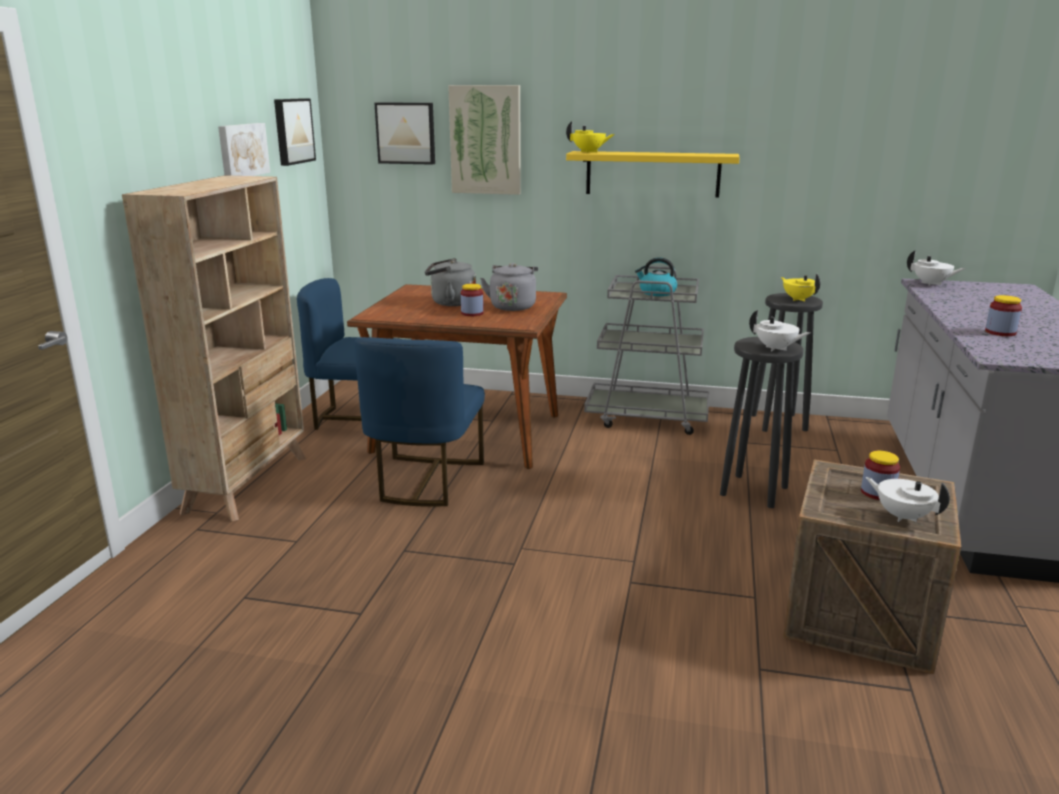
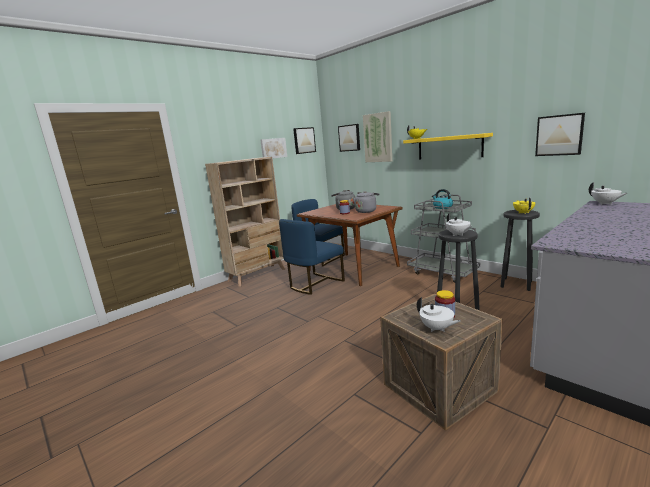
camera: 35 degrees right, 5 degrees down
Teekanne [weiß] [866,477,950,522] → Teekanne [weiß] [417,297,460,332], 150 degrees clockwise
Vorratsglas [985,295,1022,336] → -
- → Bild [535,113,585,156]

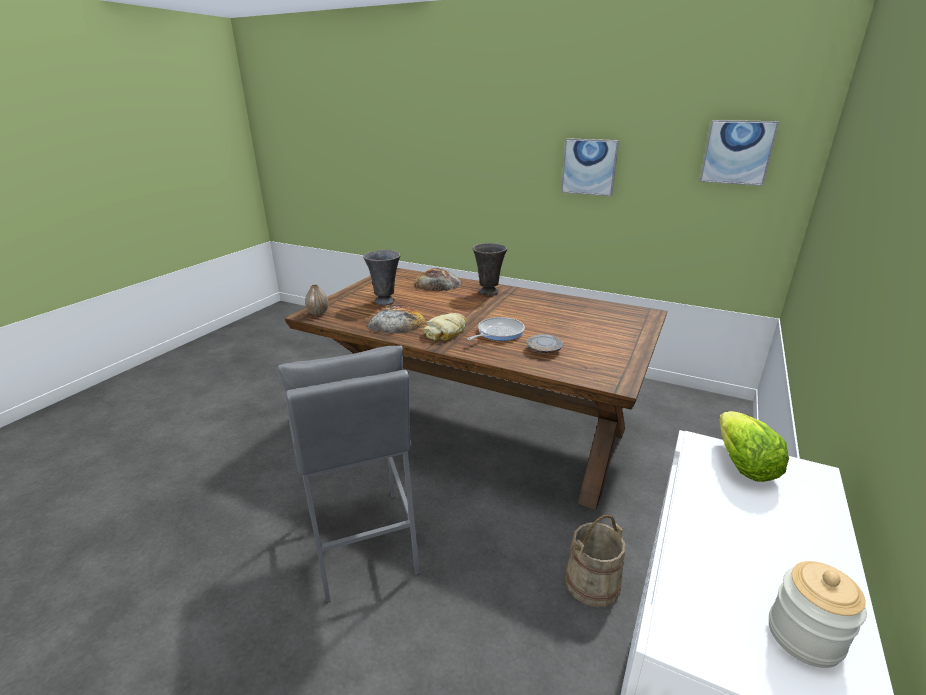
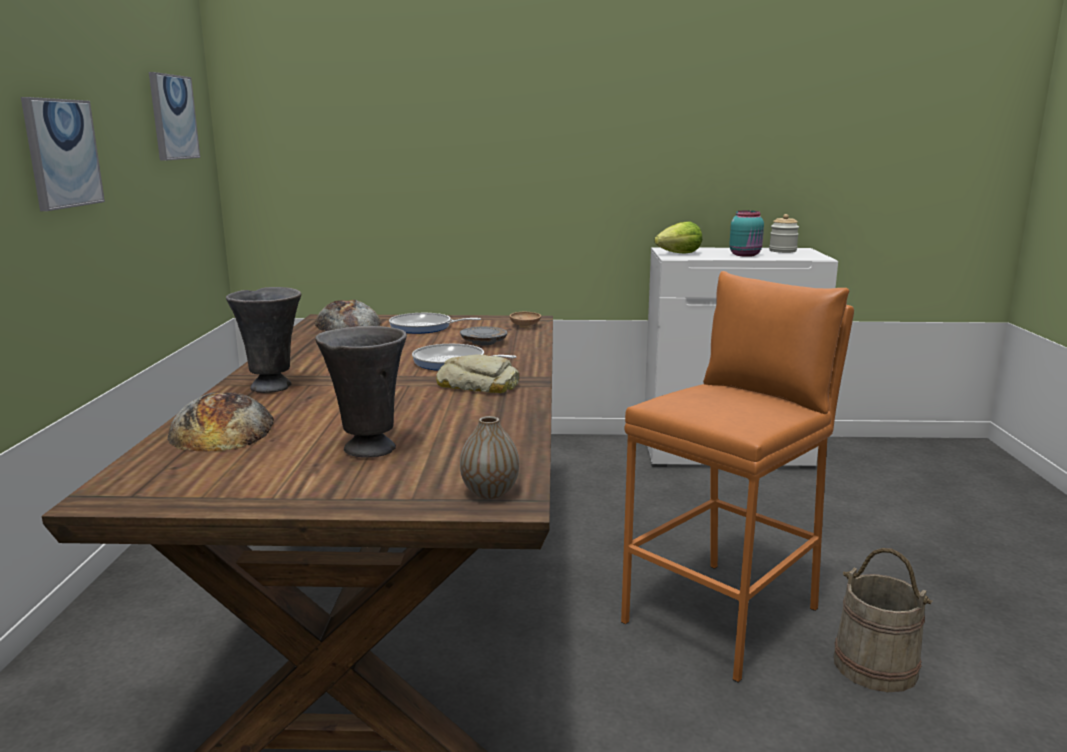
camera: 115 degrees left, 10 degrees down
Hocker [grau] [278,346,420,603] → Hocker [orange] [621,271,854,682]
Brot [367,305,425,334] → Brot [315,300,382,331], shifted
Eimer [beige] [565,515,625,607] → Eimer [beige] [834,548,932,692], shifted
- → Pfanne [389,313,481,334]
- → Schüssel [braun] [510,312,541,328]
- → Vorratsglas [türkis] [729,211,764,257]

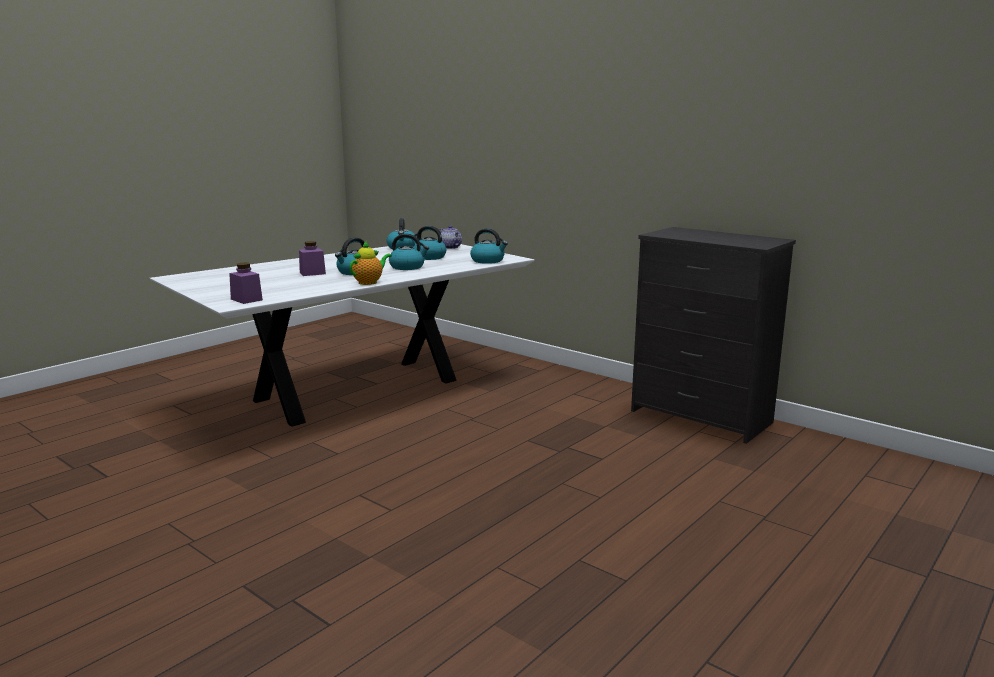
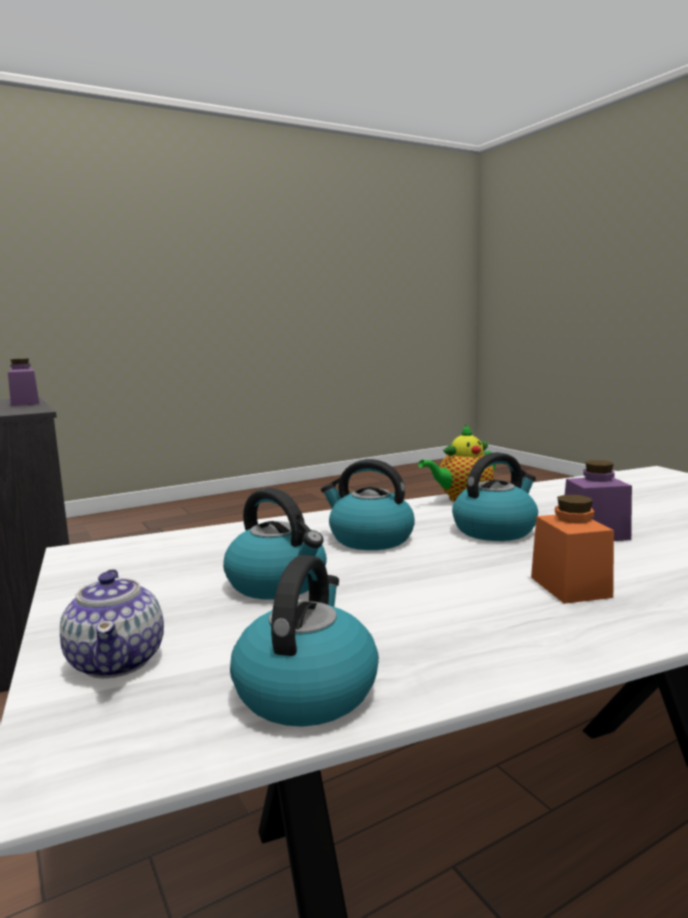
camera: 160 degrees left, 5 degrees down
Vorratsglas [lila] [229,262,263,304] → Vorratsglas [lila] [8,359,39,406], shifted
Wasserkessel [470,228,508,264] → -
- → Vorratsglas [orange] [531,495,614,604]

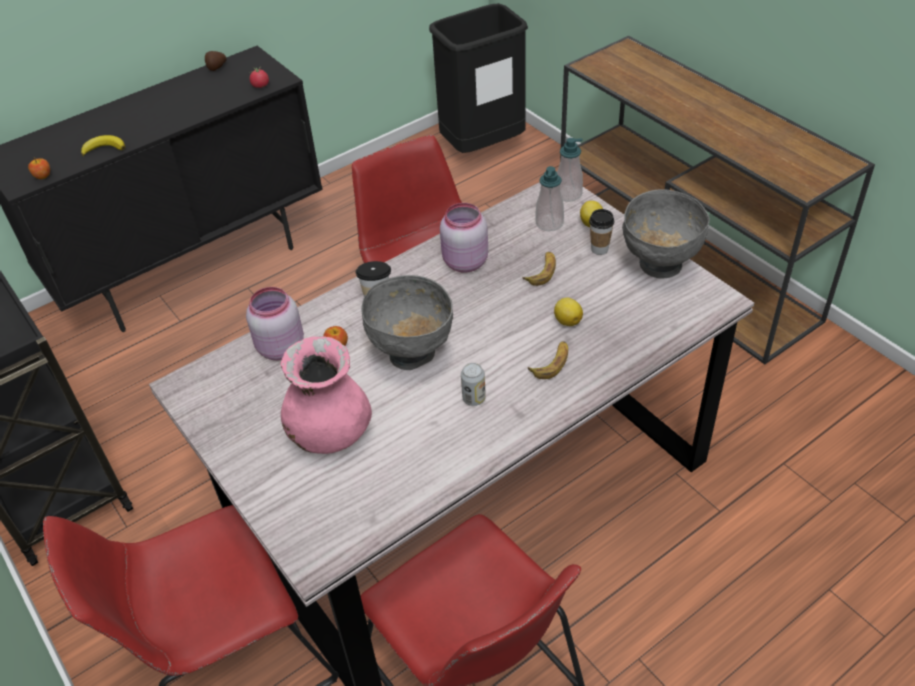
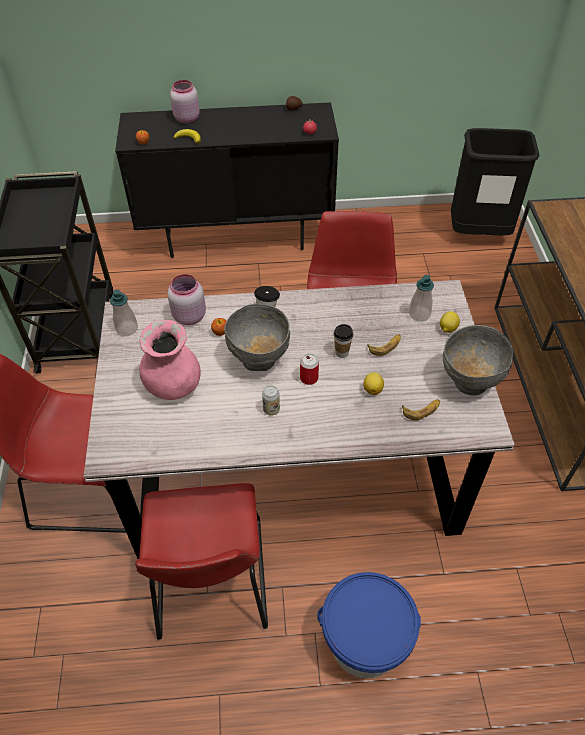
camera: 30 degrees right, 5 degrees up
Vorratsglas [rosa] [440,203,488,272] → Vorratsglas [rosa] [170,80,200,123], shifted
Banane [528,342,568,379] → Banane [402,399,440,420], shifted
Seifenspender [557,138,583,202] → Seifenspender [110,289,138,336], shifted
Tasse [589,209,614,255] → Tasse [334,324,353,358], shifted
- → Dose [300,353,319,385]
- → Eimer [blau] [317,572,421,679]

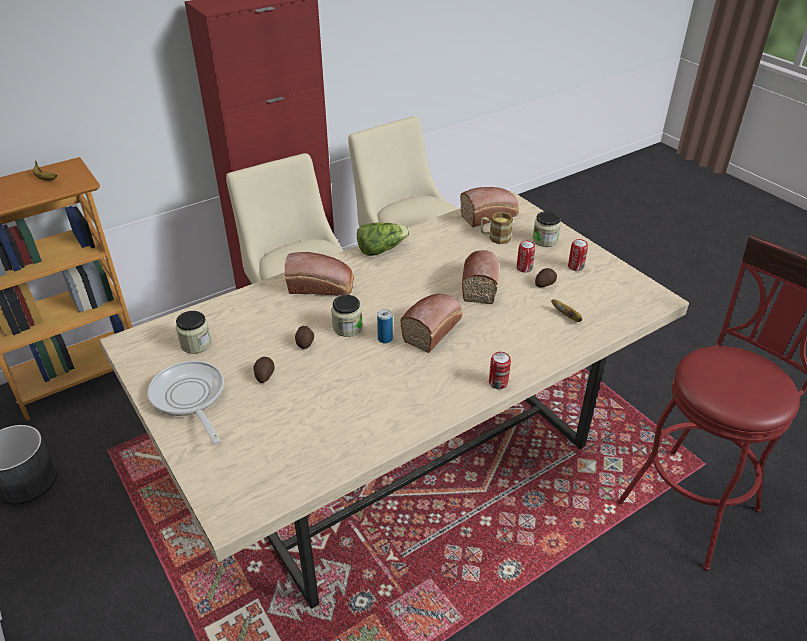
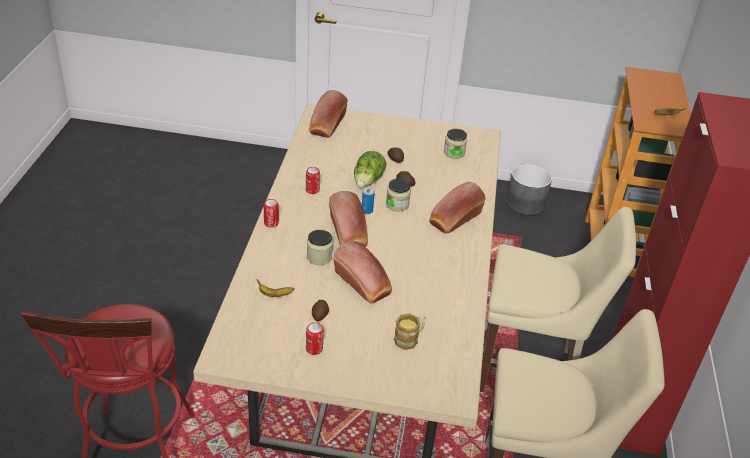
camera: 130 degrees right, 0 degrees up
Pfanne [148,361,224,444] → -
Salatkopf [357,223,410,256] → Salatkopf [354,151,387,187], shifted
Brot [460,187,519,227] → Brot [309,90,348,138], shifted
Dose [517,241,535,273] → Dose [306,167,320,194], shifted
Vorratsglas [533,211,561,247] → Vorratsglas [307,230,333,265], shifted

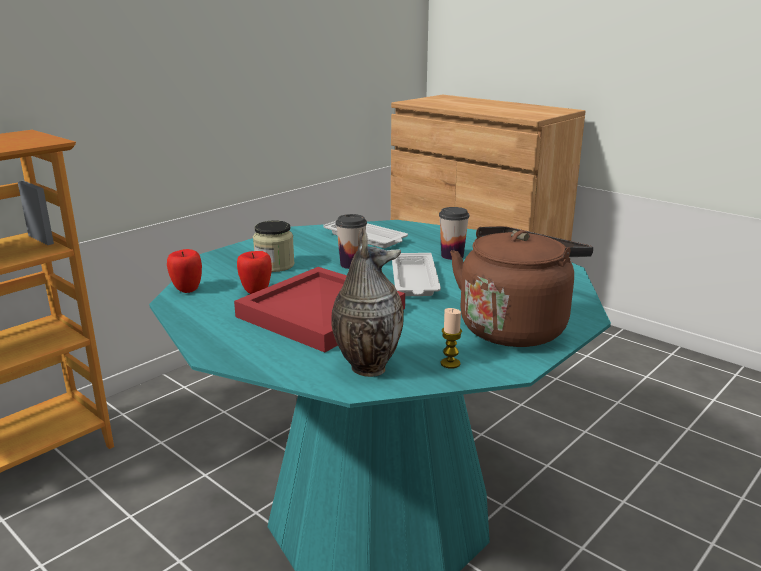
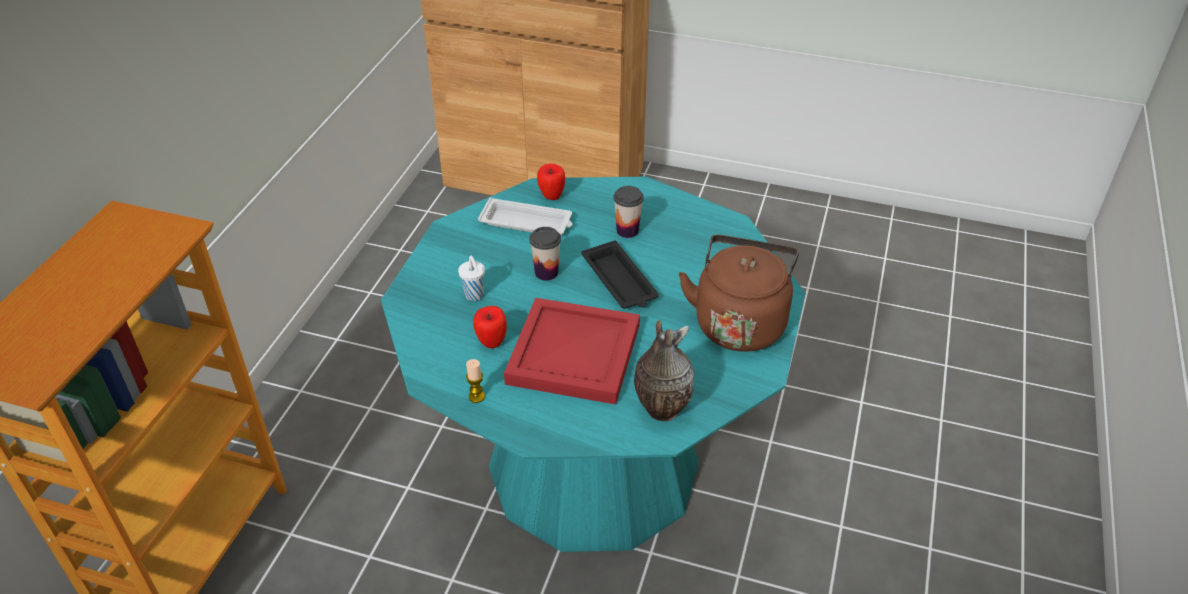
camera: 25 degrees left, 20 degrees up
Apfel [167,249,202,293] → Apfel [537,163,565,200], shifted
Vorratsglas [253,220,295,272] → Tasse [weiß] [458,256,485,301]
Tablett [weiß] [392,253,441,296] → Tablett [schwarz] [582,240,659,309]
Kerze [441,308,462,369] → Kerze [466,359,485,403], shifted

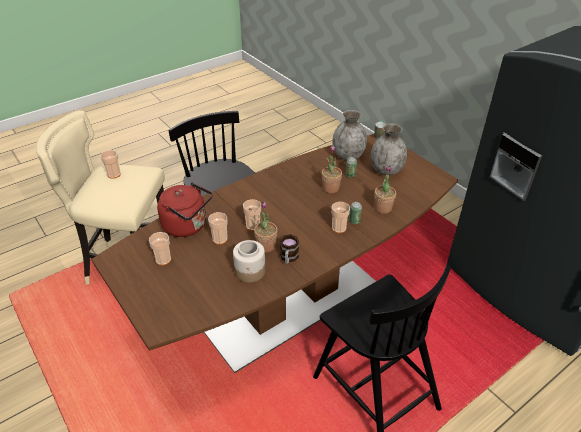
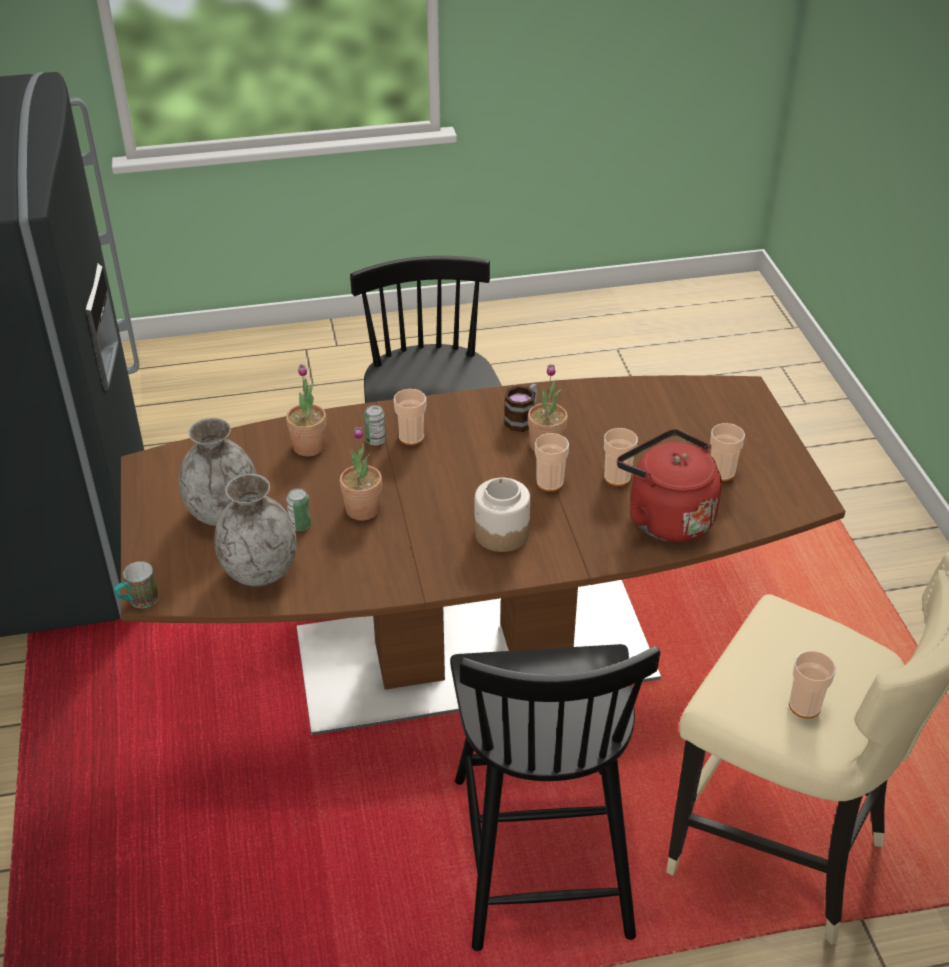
camera: 155 degrees left, 0 degrees up
Vorratsglas [233,240,265,283] → Vorratsglas [475,478,530,552], shifted

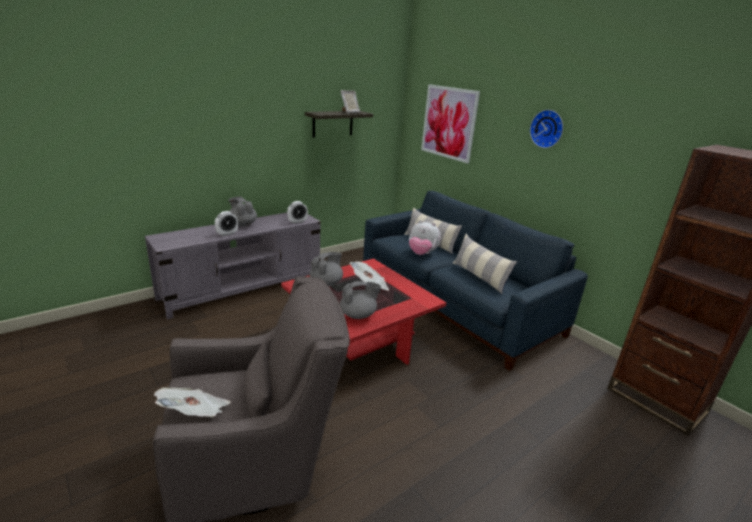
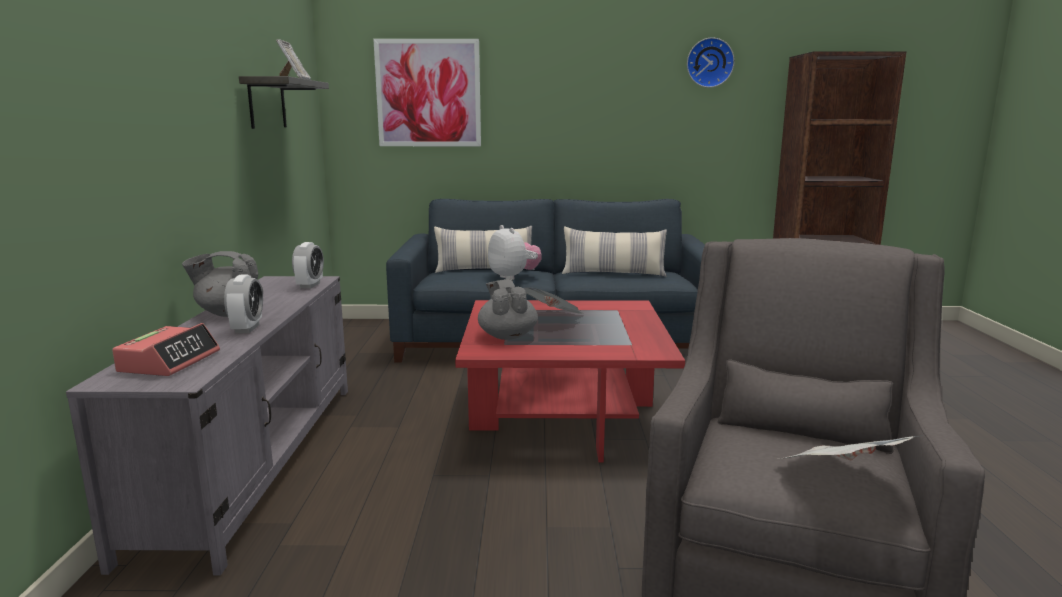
camera: 50 degrees left, 10 degrees down
Teekanne [grau] [340,281,381,319] → -
Plüschtier [409,220,441,255] → Plüschtier [488,225,542,280], 90 degrees counterclockwise
Wanduhr [530,110,563,148] → Wanduhr [687,37,735,88], shifted
- → Wecker [112,323,220,376]

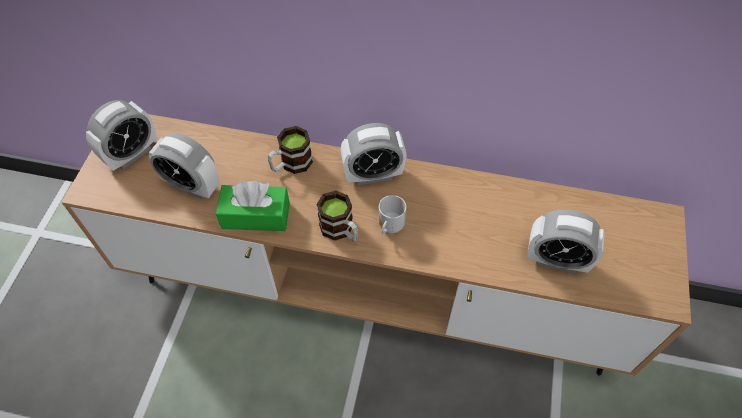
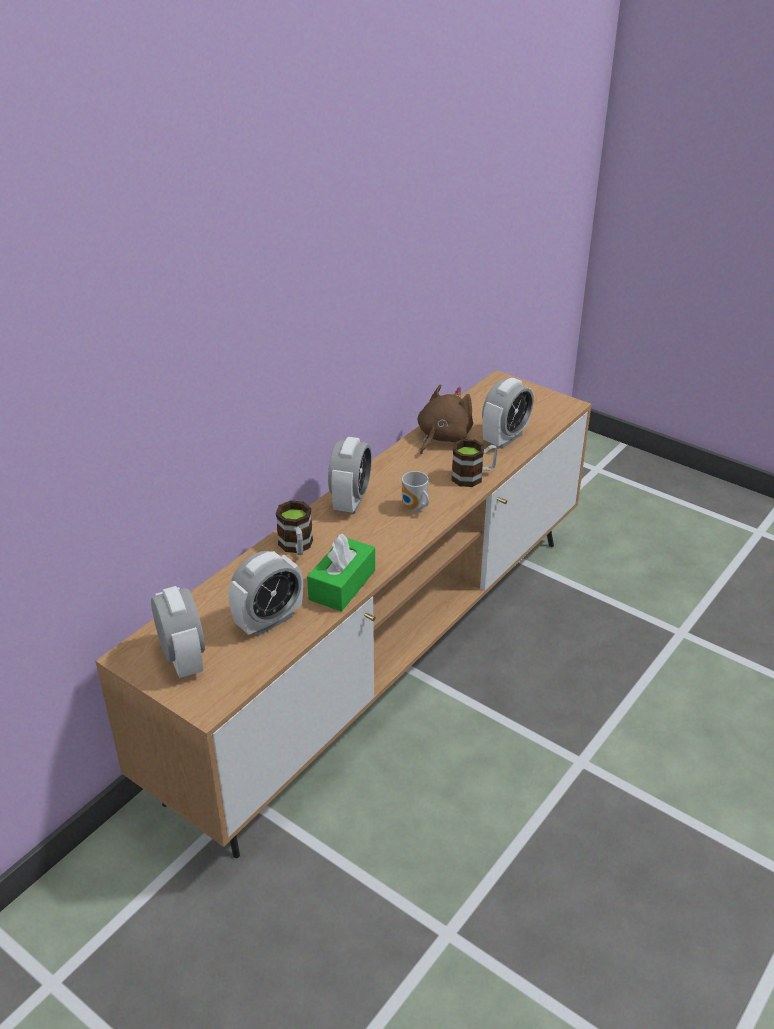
camera: 65 degrees left, 20 degrees down
Henkelbecher [316,191,358,242] → Henkelbecher [451,439,498,487], shifted
- → Plüschtier [braun] [418,385,473,454]

